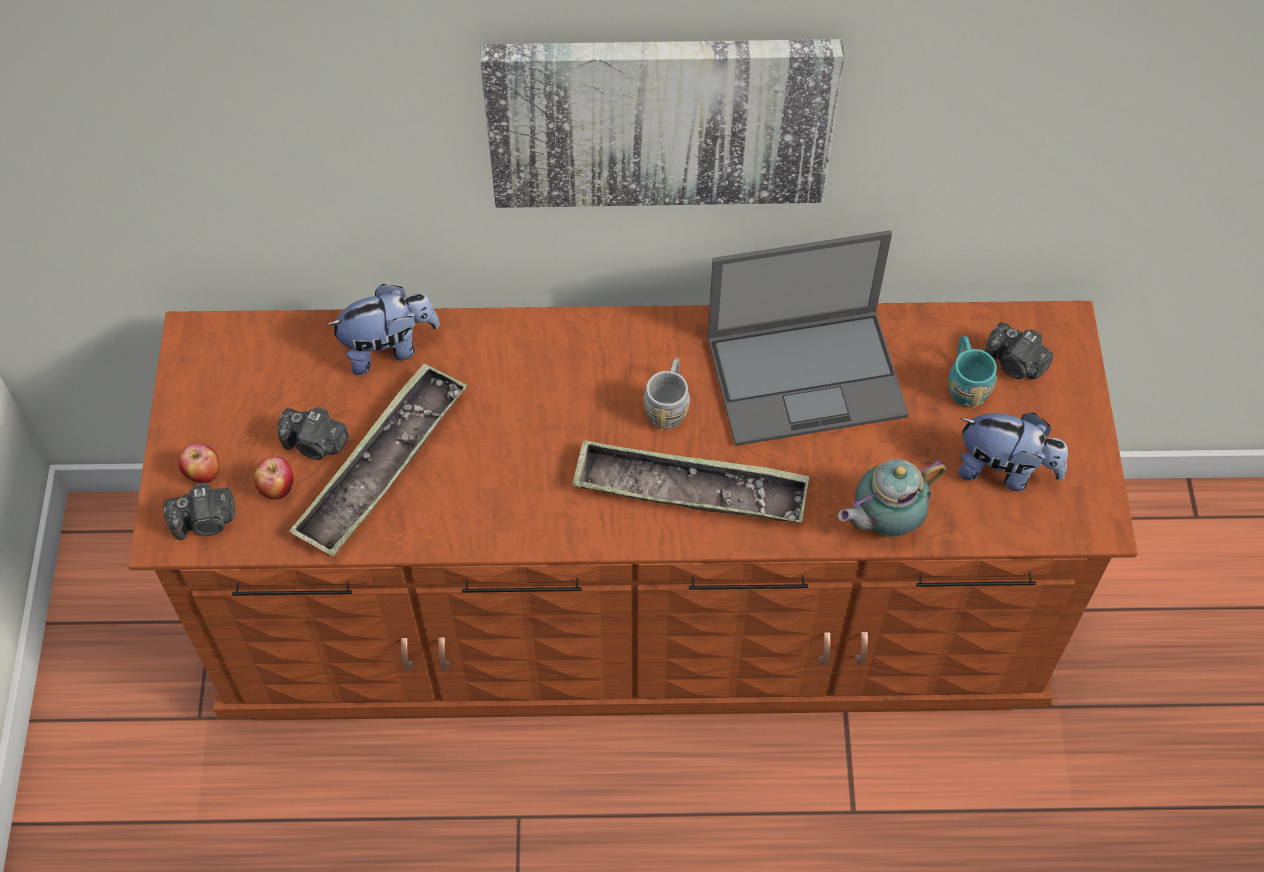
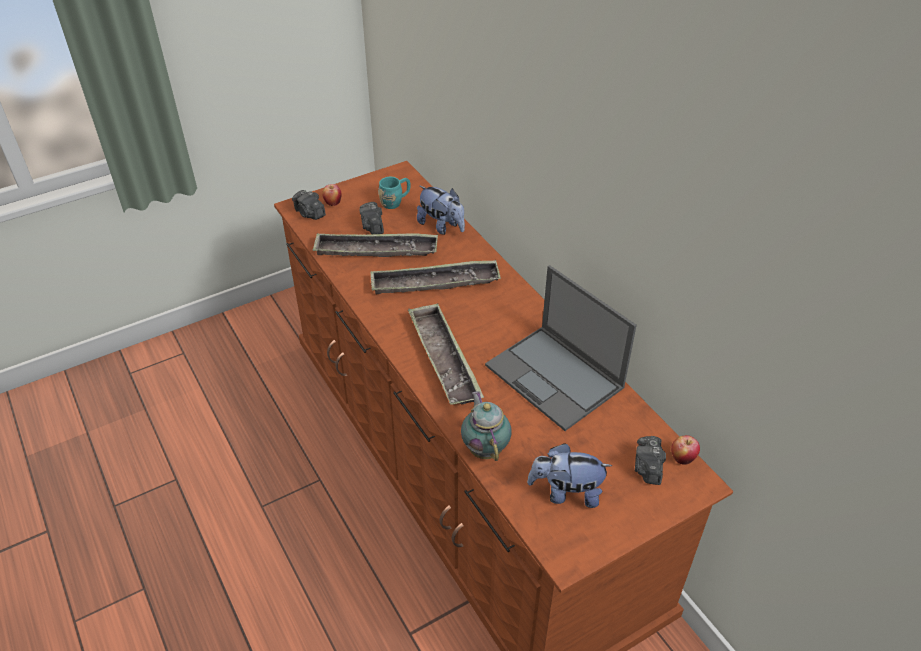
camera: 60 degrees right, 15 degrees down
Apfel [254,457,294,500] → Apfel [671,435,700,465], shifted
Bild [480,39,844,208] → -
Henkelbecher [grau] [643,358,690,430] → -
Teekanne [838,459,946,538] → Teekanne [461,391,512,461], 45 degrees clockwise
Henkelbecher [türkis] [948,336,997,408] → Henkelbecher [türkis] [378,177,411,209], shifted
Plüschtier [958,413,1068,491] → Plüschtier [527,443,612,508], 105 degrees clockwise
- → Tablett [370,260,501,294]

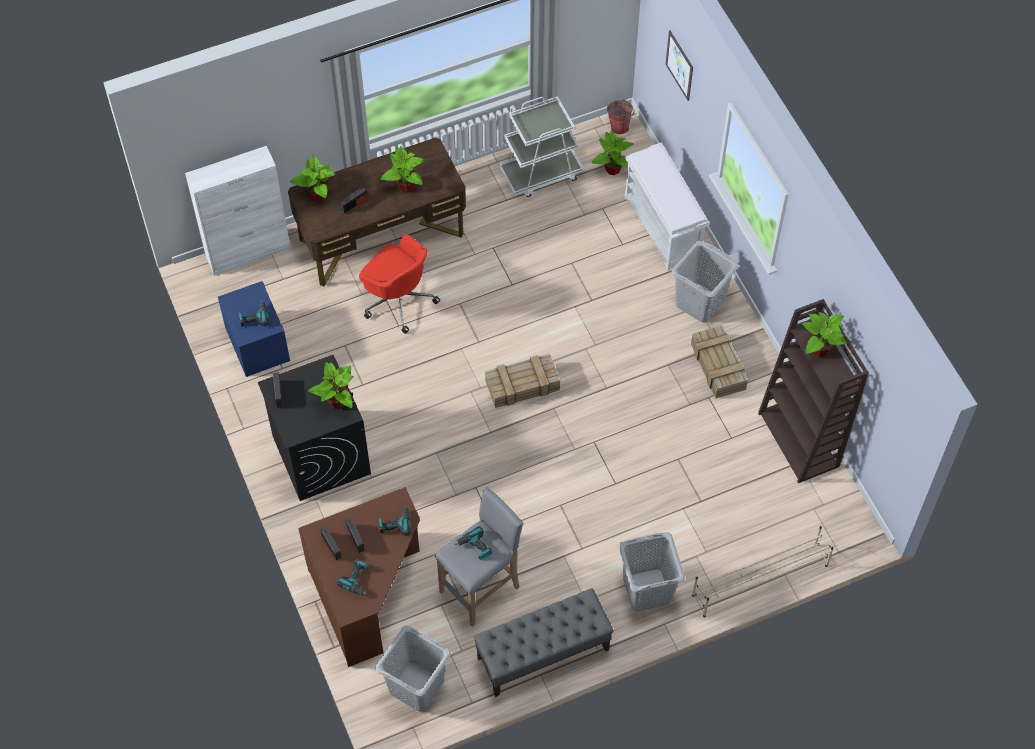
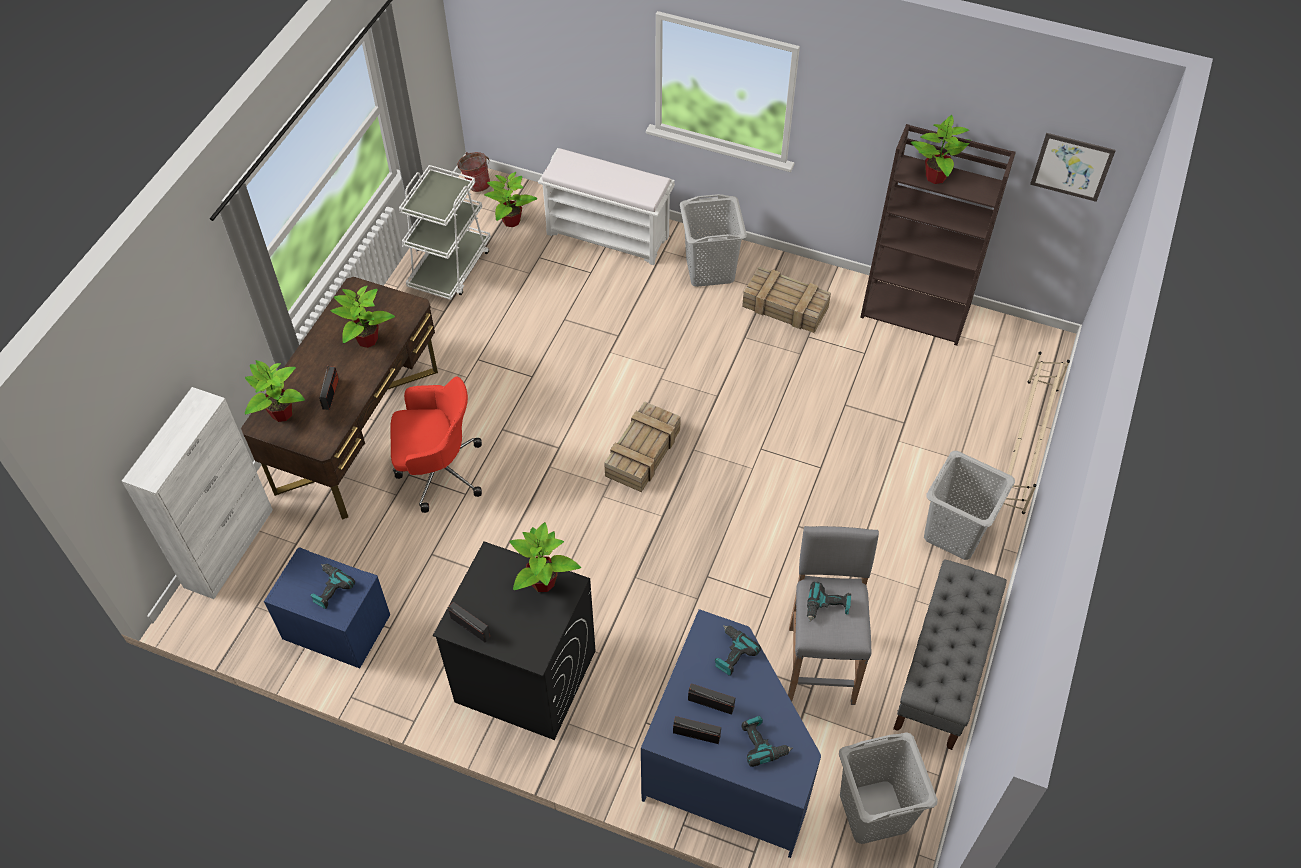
camera: 45 degrees left, 5 degrees down
Schreibtisch [braun] [298,487,420,667] → Schreibtisch [blau] [641,609,821,858]
Bild [666,30,693,101] → Bild [1030,133,1116,202], shifted

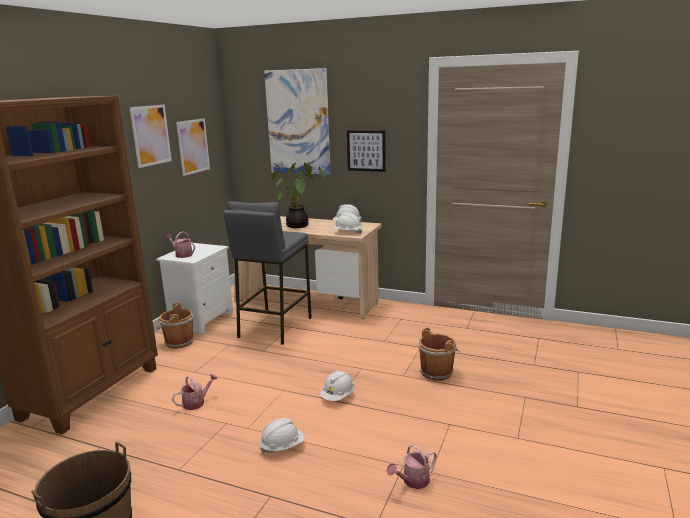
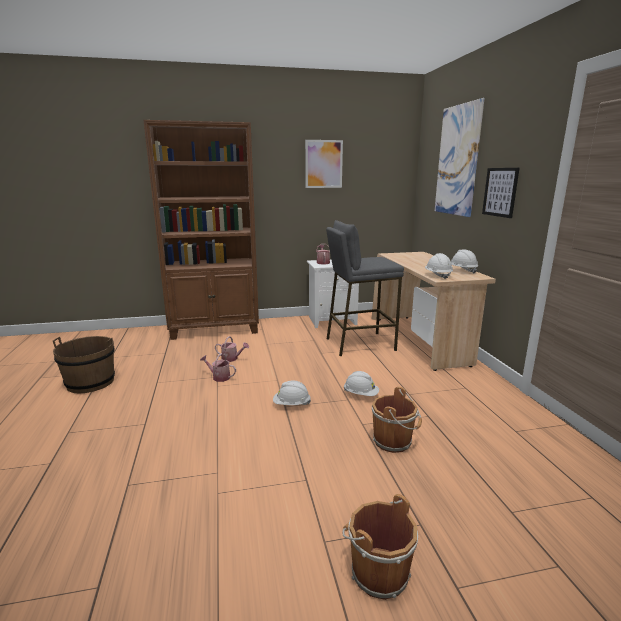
camera: 55 degrees right, 0 degrees up
Eimer [braun] [157,302,194,349] → Eimer [braun] [342,494,418,600], shifted
Bild [176,119,210,176] → -
Schutzhelm [weiß] [260,418,305,454] → Schutzhelm [weiß] [344,371,379,396], shifted
Topfpflanze [272,162,325,228] → -
Gießkanne [387,445,437,489] → Gießkanne [200,353,236,382], shifted

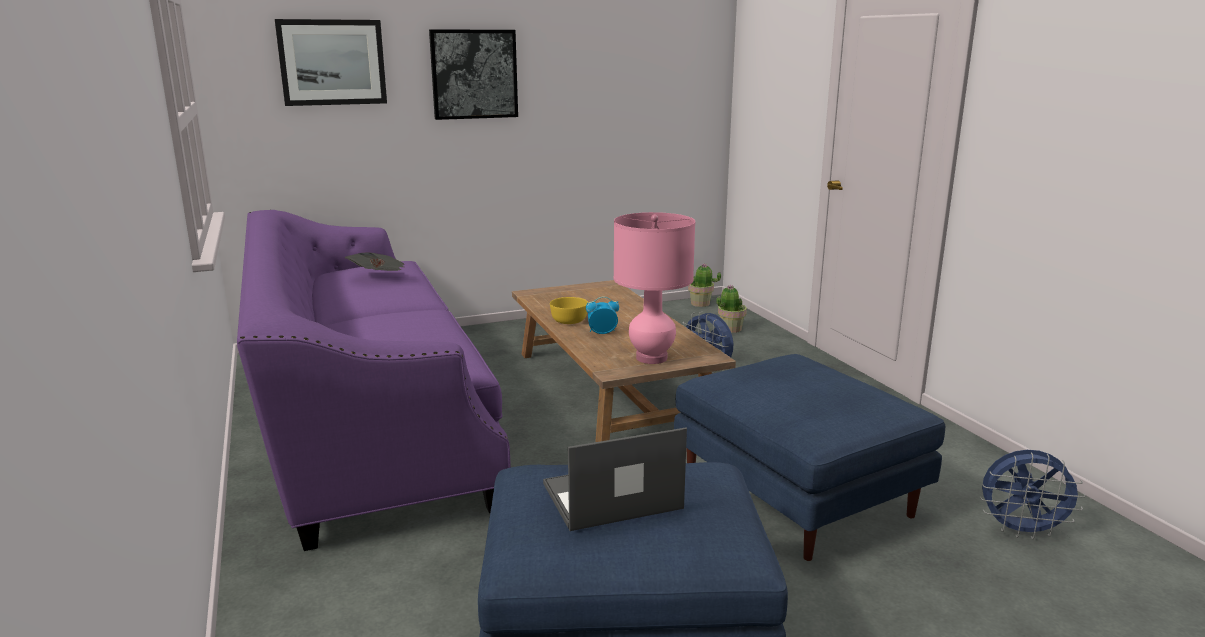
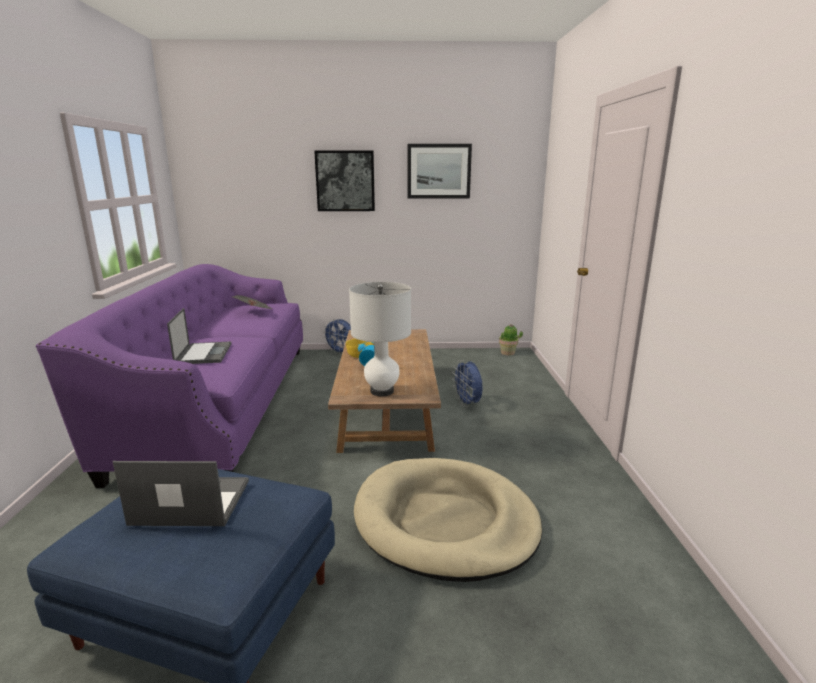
camera: 20 degrees right, 0 degrees up
Bild [275,19,387,106] → Bild [408,144,472,199], shifted
Tischlampe [rosa] [614,212,695,364] → Tischlampe [weiß] [349,282,411,396]
Polsterhocker [blau] [674,354,945,561] → Hundebett [beige] [354,458,542,582]
Topfpflanze [716,285,747,333] → -
Ventilator [blau] [980,450,1086,539] → Ventilator [blau] [323,319,351,355], shifted
- → Laptop [167,308,232,364]

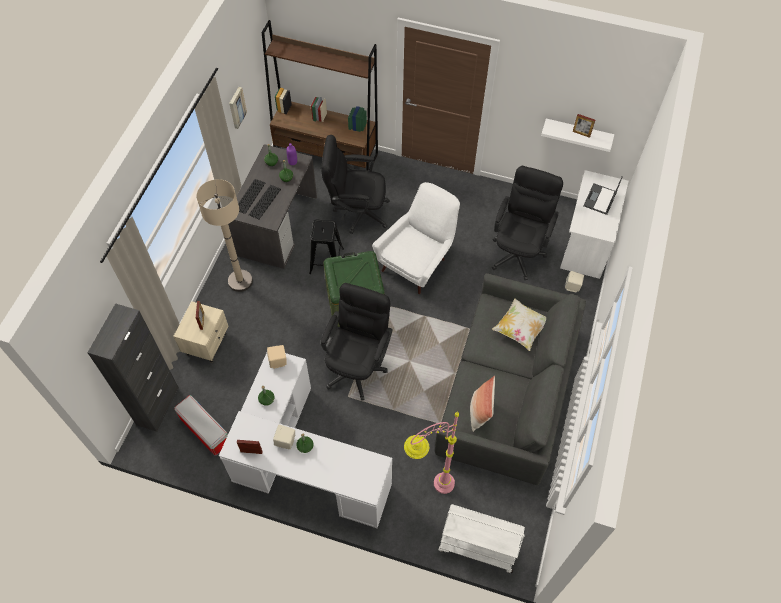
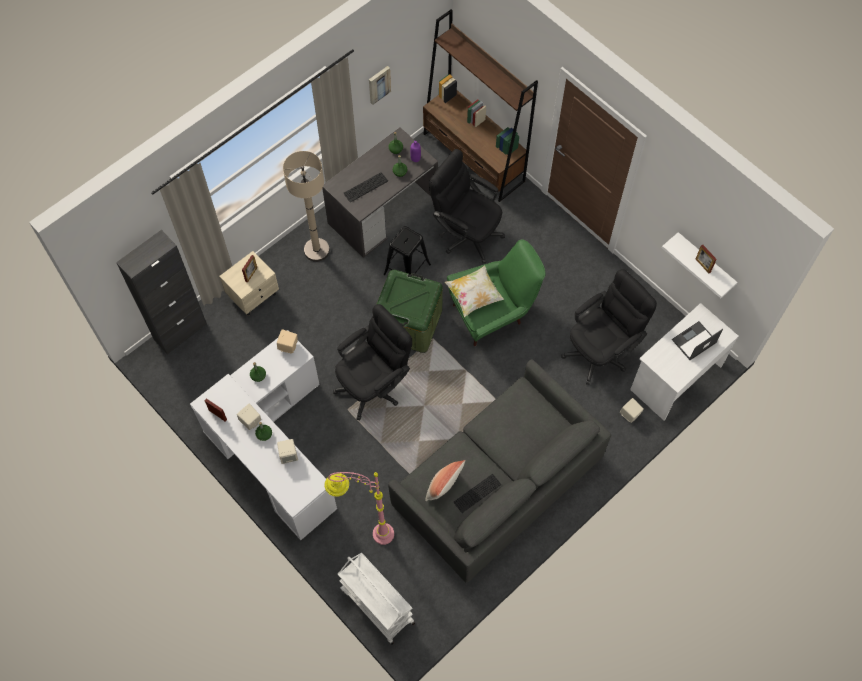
camera: 30 degrees right, 5 degrees up
Aufbewahrungsbox [174,395,228,456] → -
Tastatur [238,179,265,214] → Tastatur [453,474,501,513], shifted
Sessel [weiß] [372,182,460,294] → Sessel [grün] [447,240,546,346]
Kissen [492,298,546,351] → Kissen [445,266,504,317], shifted
- → Lautsprecher [beige] [277,439,298,464]

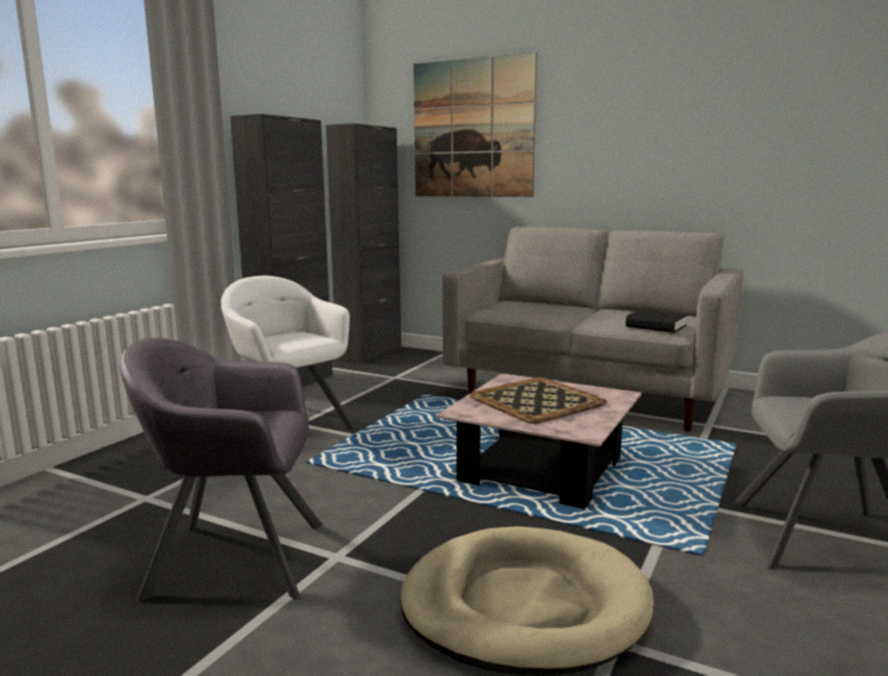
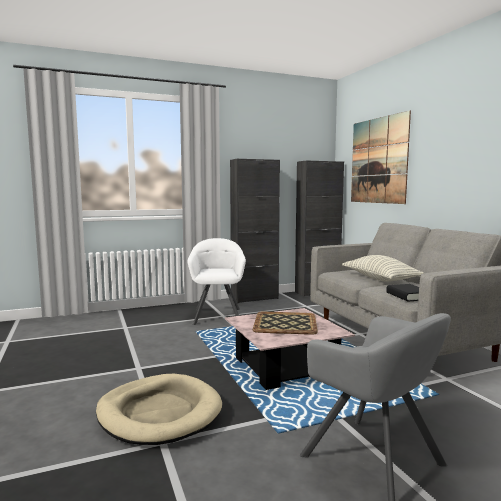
camera: 40 degrees right, 5 degrees down
Sessel [grau] [120,338,323,602] → -
- → Kissen [342,255,424,282]

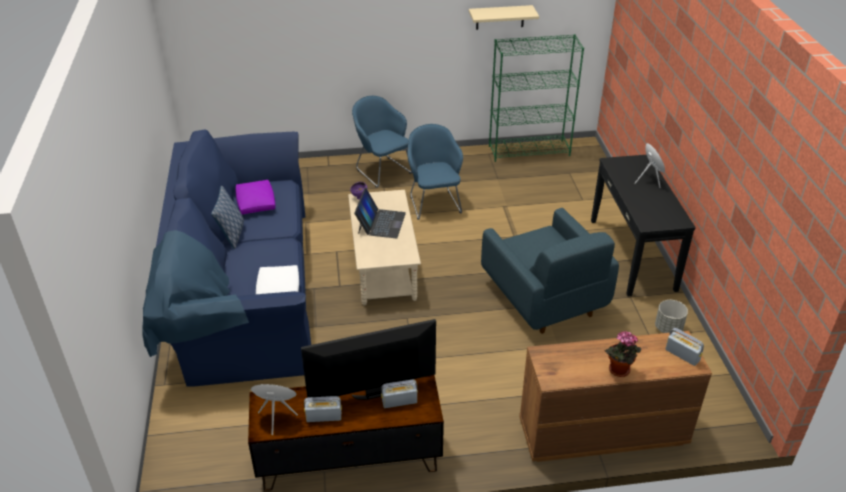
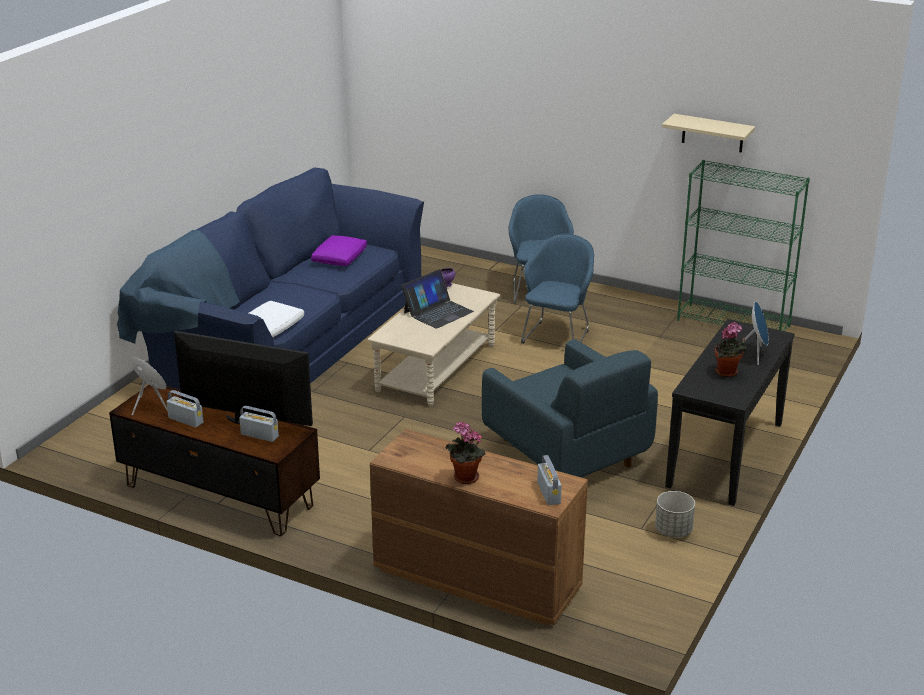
camera: 35 degrees right, 10 degrees down
Kissen [211,186,244,249] → -
Sessel [blau] [481,208,619,334] → Sessel [blau] [482,339,658,477], 45 degrees counterclockwise
- → Topfpflanze [715,322,747,377]

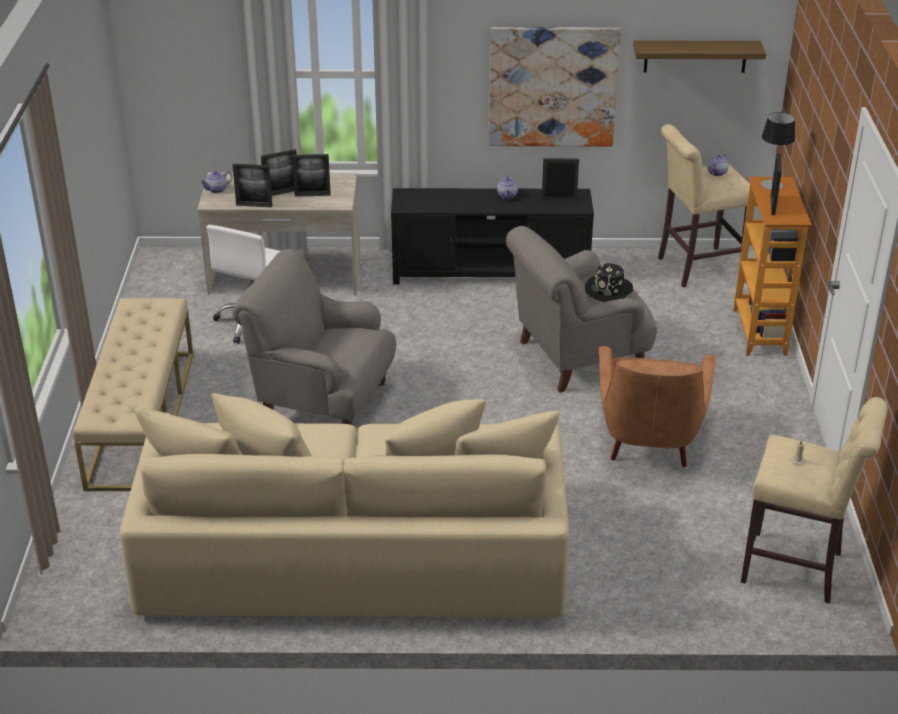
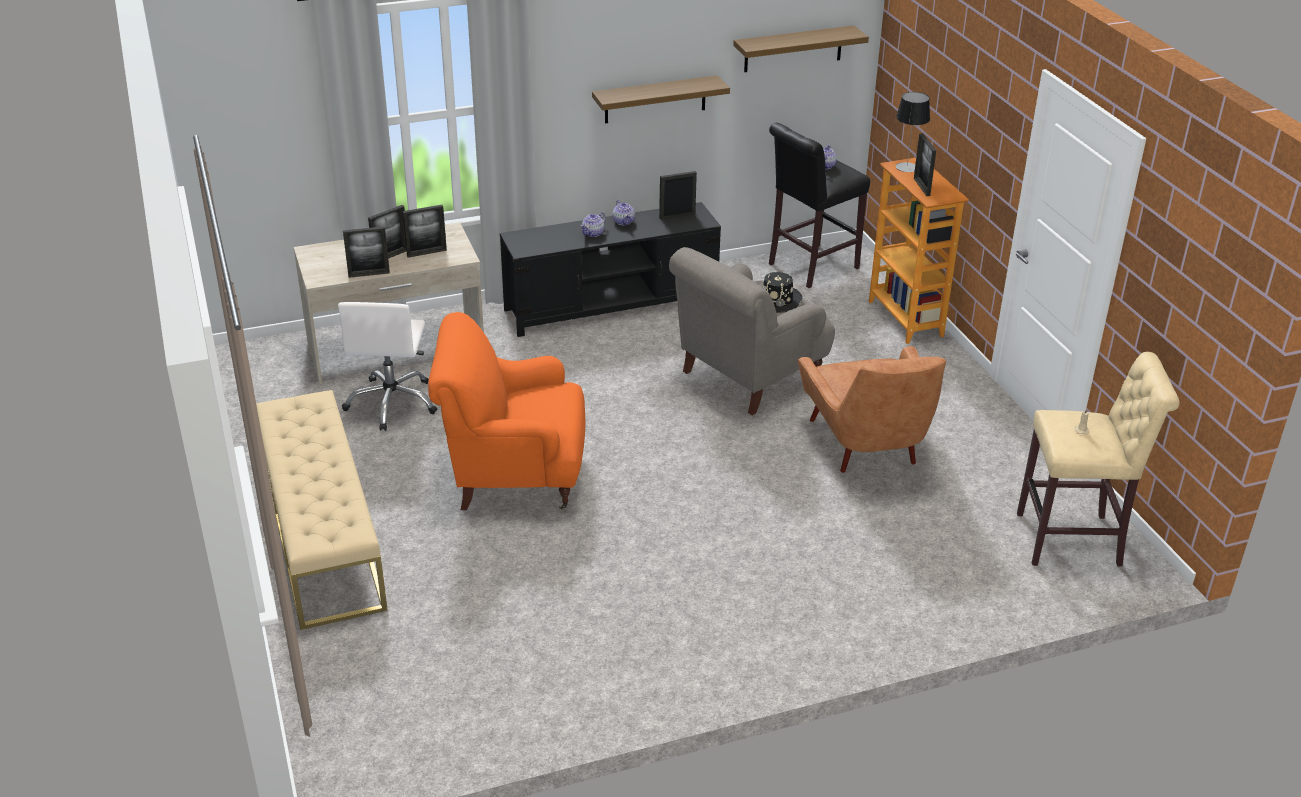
camera: 20 degrees left, 0 degrees up
Sofa [beige] [120,393,569,617] → -
Teekanne [200,171,232,193] → Teekanne [580,212,605,237], shifted
Sessel [grau] [232,249,396,425] → Sessel [orange] [428,312,585,510]
Bild [489,27,621,147] → Wandregal [592,75,730,123]
Hocker [beige] [658,124,750,287] → Hocker [schwarz] [769,123,870,288]

